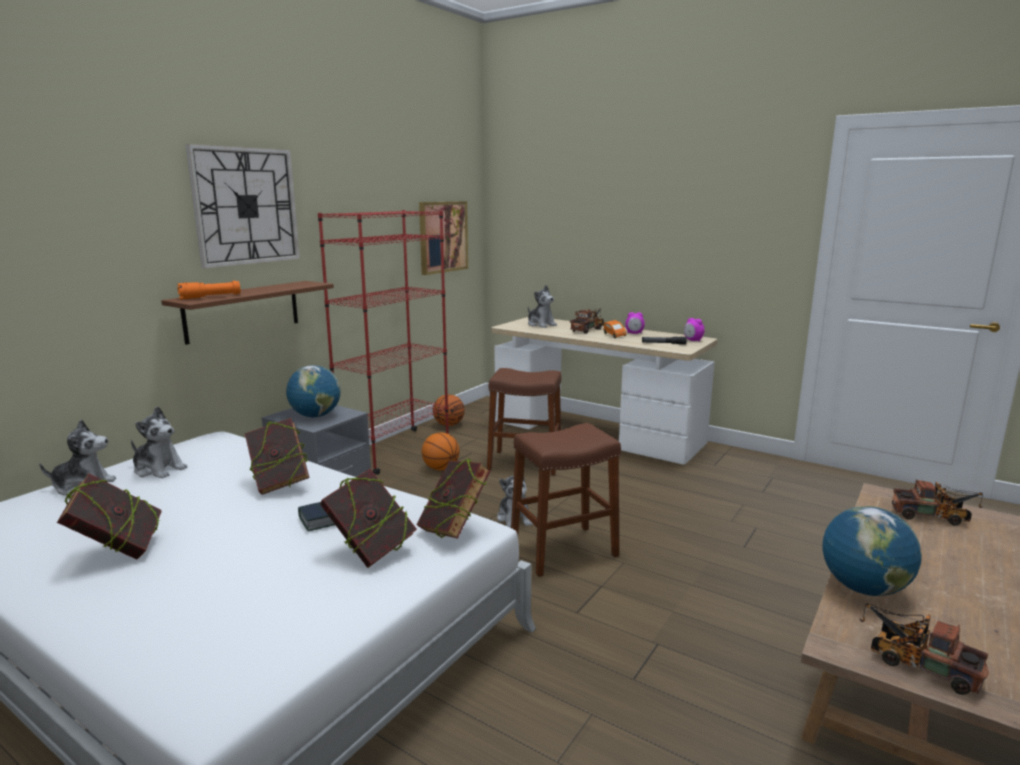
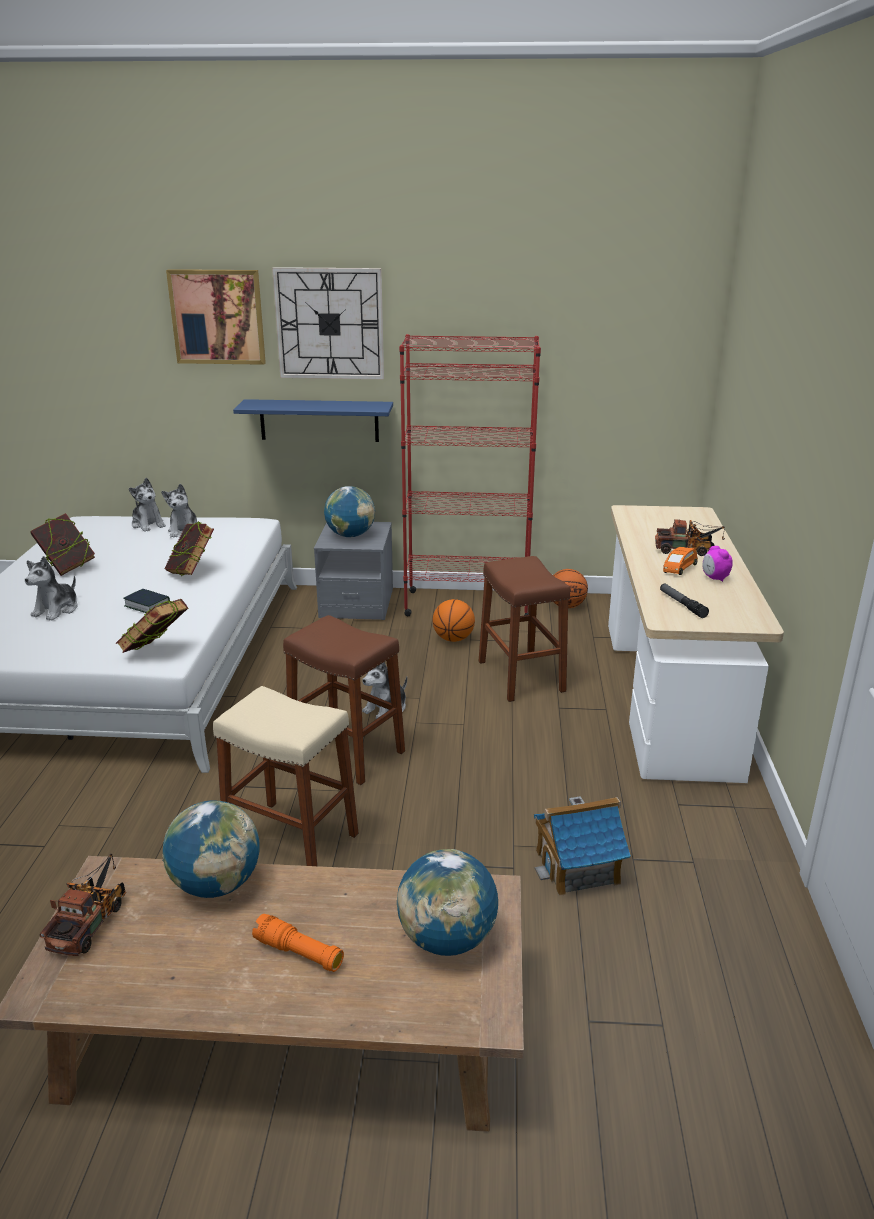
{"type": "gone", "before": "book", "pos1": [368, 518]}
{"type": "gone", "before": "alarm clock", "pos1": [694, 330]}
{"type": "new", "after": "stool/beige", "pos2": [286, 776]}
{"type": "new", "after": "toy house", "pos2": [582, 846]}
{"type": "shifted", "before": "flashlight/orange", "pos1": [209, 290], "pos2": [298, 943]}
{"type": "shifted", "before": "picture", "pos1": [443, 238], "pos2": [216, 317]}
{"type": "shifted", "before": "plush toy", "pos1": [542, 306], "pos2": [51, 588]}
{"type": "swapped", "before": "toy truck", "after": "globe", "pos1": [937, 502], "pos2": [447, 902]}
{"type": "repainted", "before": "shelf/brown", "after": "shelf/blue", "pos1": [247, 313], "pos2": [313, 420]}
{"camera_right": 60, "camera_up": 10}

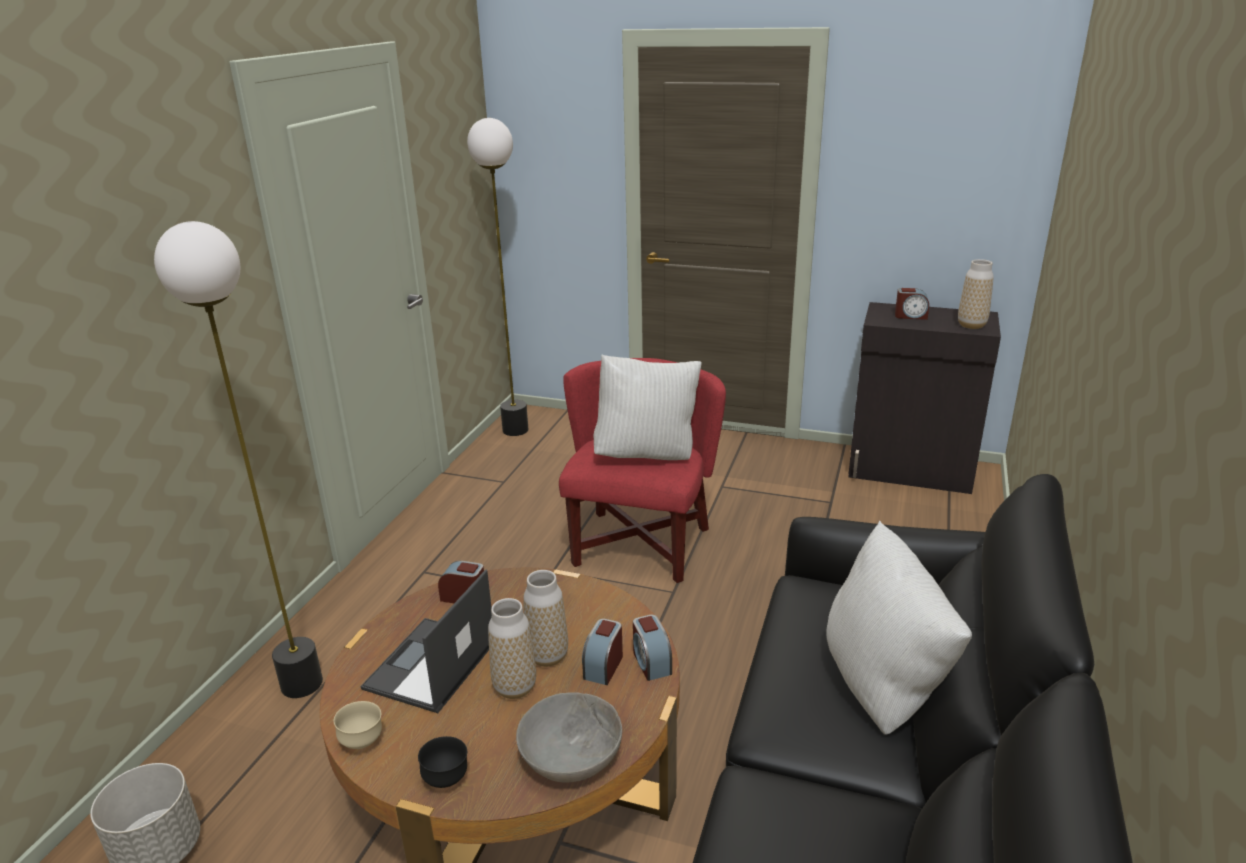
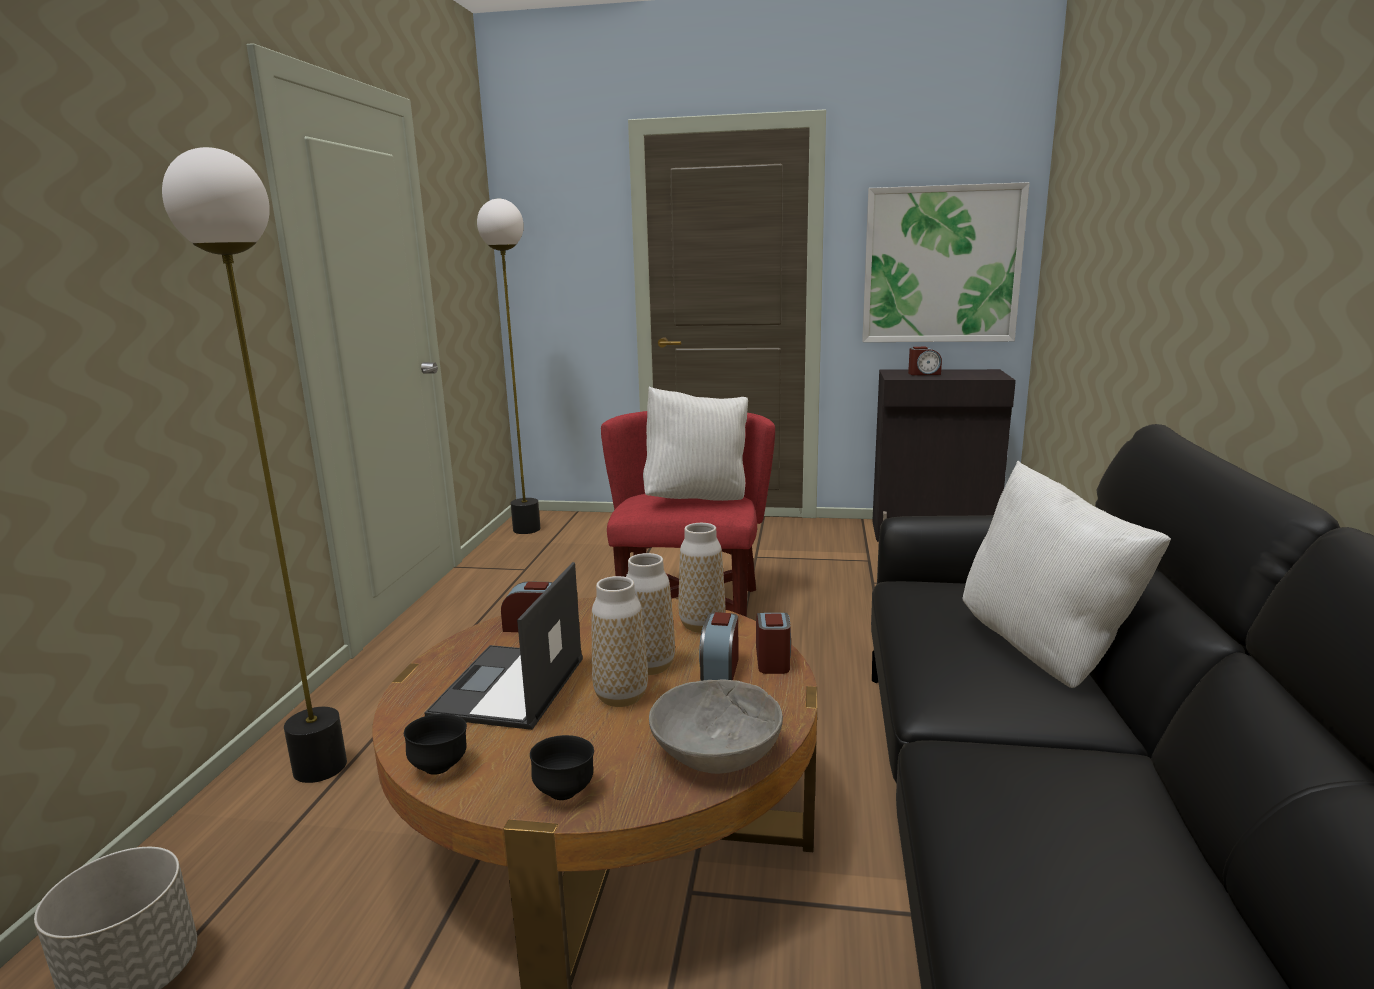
{"type": "new", "after": "picture", "pos2": [946, 262]}
{"type": "shifted", "before": "vase", "pos1": [976, 294], "pos2": [701, 578]}
{"type": "repainted", "before": "bowl/beige", "after": "bowl/black", "pos1": [358, 725], "pos2": [435, 744]}
{"type": "rotated", "before": "alarm clock", "pos1": [652, 648], "pos2": [773, 643], "turn": -150}
{"camera_right": -10, "camera_up": -10}

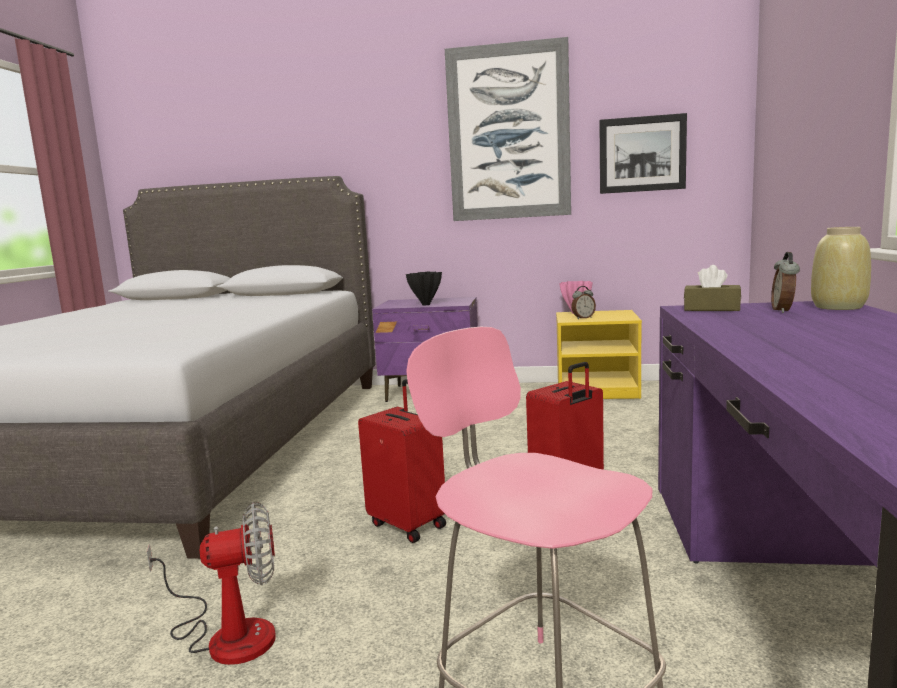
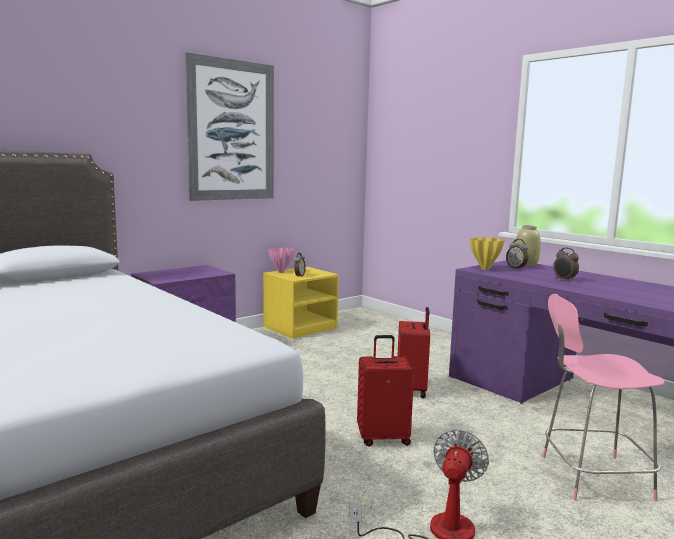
{"type": "gone", "before": "vase/black", "pos1": [424, 288]}
{"type": "gone", "before": "picture", "pos1": [643, 153]}
{"type": "new", "after": "alarm clock", "pos2": [566, 265]}
{"type": "swapped", "before": "tissue box/brown", "after": "vase/yellow", "pos1": [712, 288], "pos2": [487, 253]}
{"camera_right": -50, "camera_up": 0}

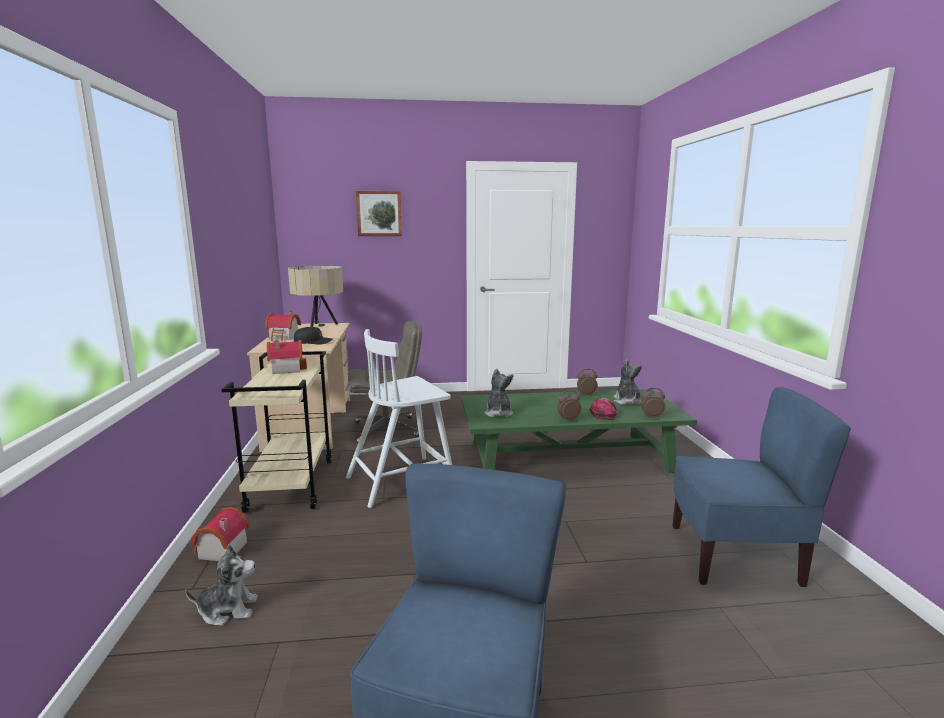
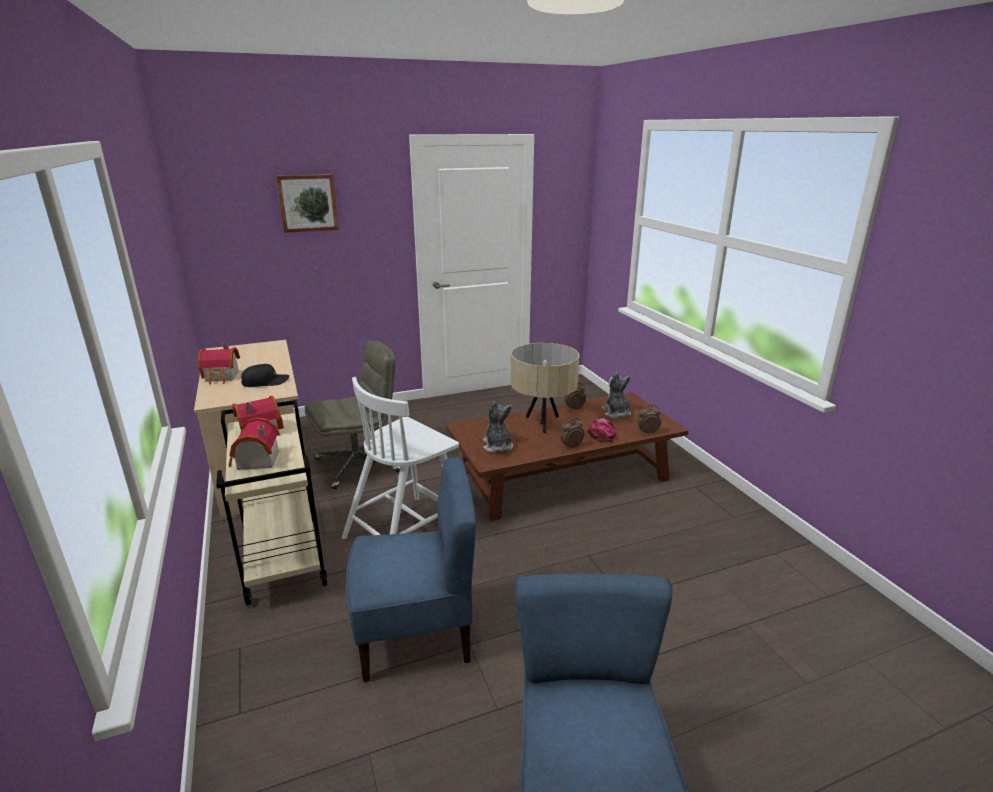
{"type": "gone", "before": "plush toy", "pos1": [221, 585]}
{"type": "shifted", "before": "toy house", "pos1": [220, 534], "pos2": [254, 443]}
{"type": "shifted", "before": "table lamp/beige", "pos1": [315, 296], "pos2": [545, 388]}
{"type": "shifted", "before": "chair/blue", "pos1": [762, 487], "pos2": [411, 569]}
{"type": "repainted", "before": "coffee table/green", "after": "coffee table/brown", "pos1": [579, 431], "pos2": [567, 456]}
{"camera_right": -15, "camera_up": 10}

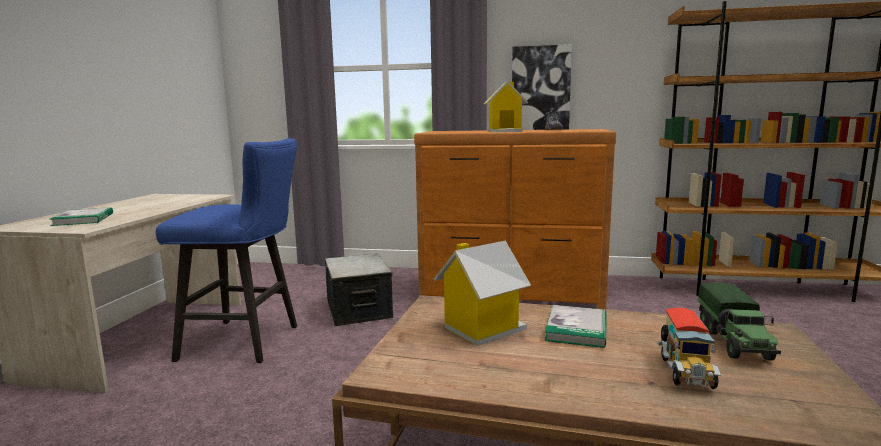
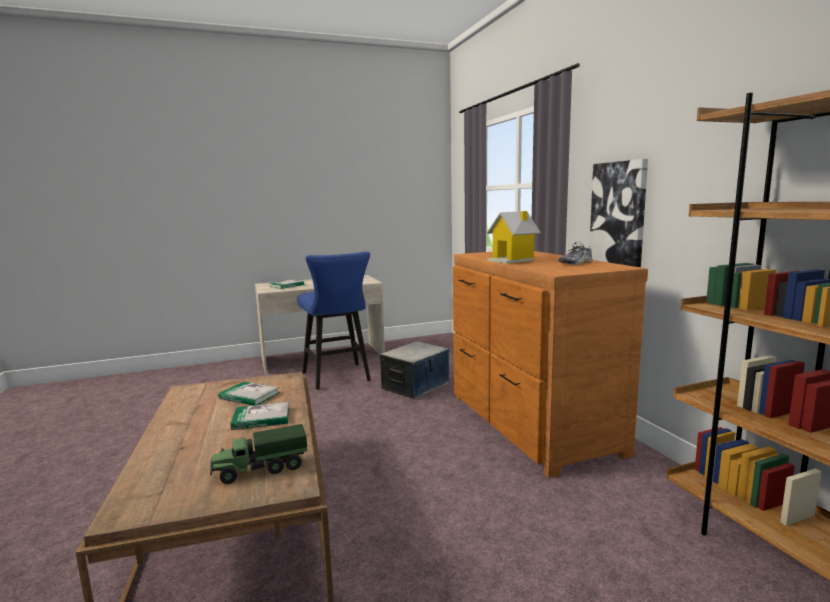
{"type": "gone", "before": "toy truck", "pos1": [689, 348]}
{"type": "swapped", "before": "toy house", "after": "book", "pos1": [482, 293], "pos2": [248, 393]}
{"camera_right": 60, "camera_up": 0}

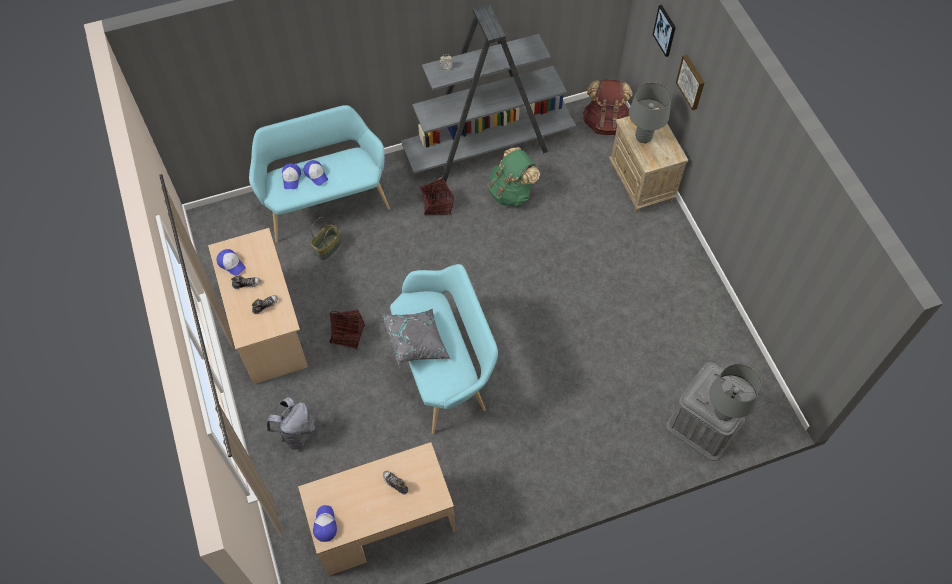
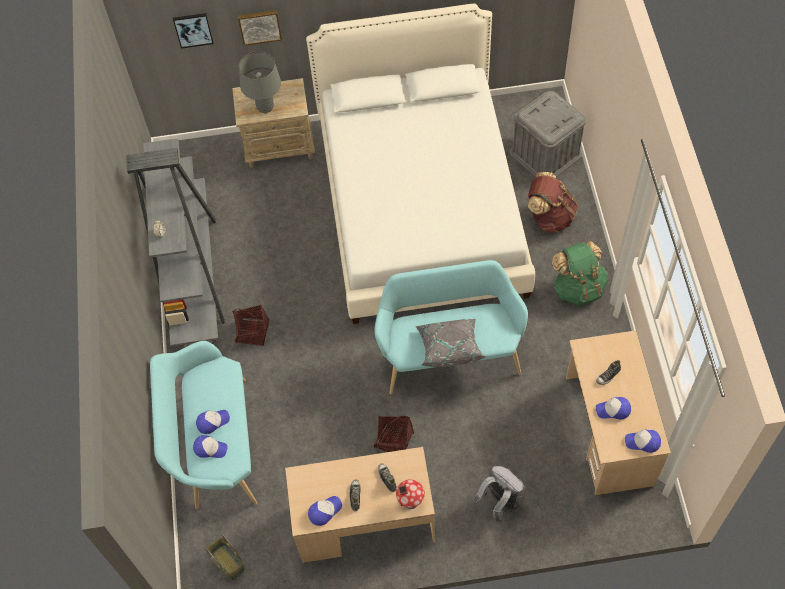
{"type": "gone", "before": "table lamp/grey", "pos1": [736, 392]}
{"type": "new", "after": "bed/white", "pos2": [420, 164]}
{"type": "new", "after": "toy house", "pos2": [410, 494]}
{"type": "new", "after": "cap", "pos2": [613, 408]}
{"type": "shifted", "before": "basket", "pos1": [326, 238], "pos2": [224, 557]}
{"type": "shifted", "before": "backpack/green", "pos1": [513, 177], "pos2": [580, 273]}
{"type": "shifted", "before": "backpack/brown", "pos1": [608, 107], "pos2": [553, 202]}
{"camera_right": -75, "camera_up": 0}

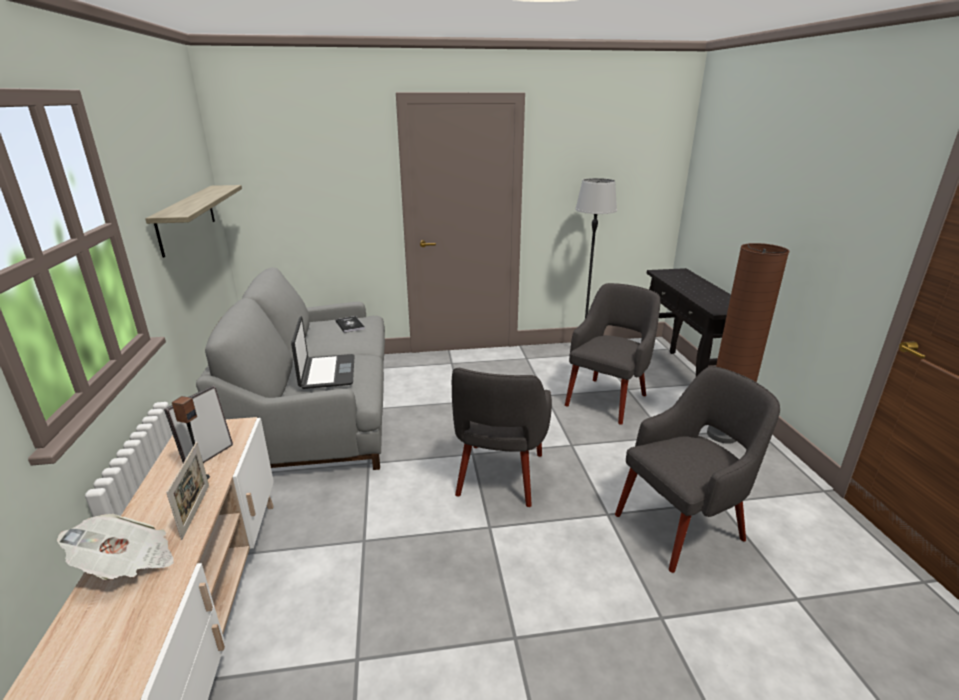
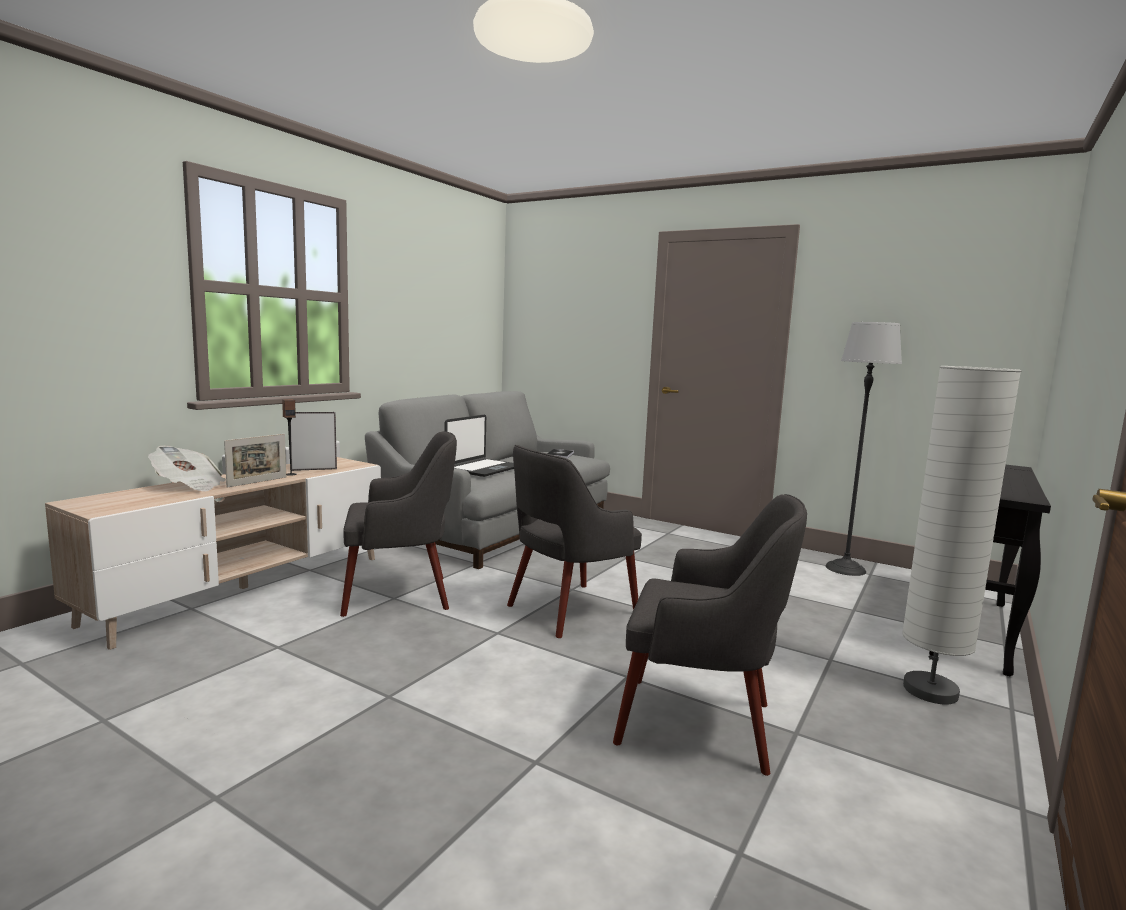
{"type": "gone", "before": "shelf", "pos1": [193, 221]}
{"type": "shifted", "before": "armchair/grey", "pos1": [612, 354], "pos2": [398, 524]}
{"type": "repainted", "before": "floor lamp/brown", "after": "floor lamp/white", "pos1": [748, 343], "pos2": [961, 535]}
{"camera_right": 40, "camera_up": -15}

